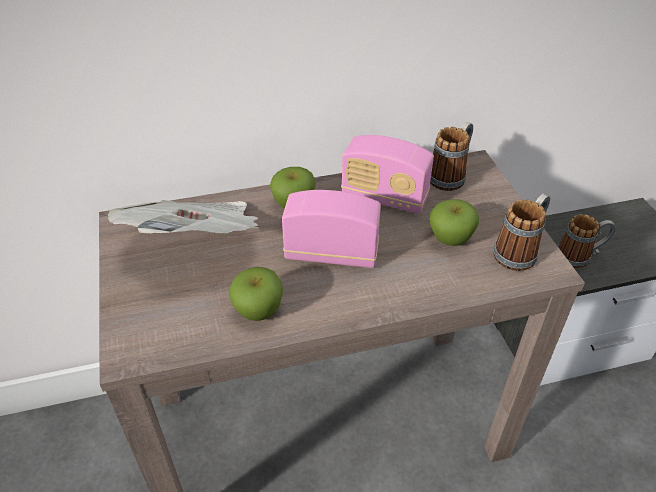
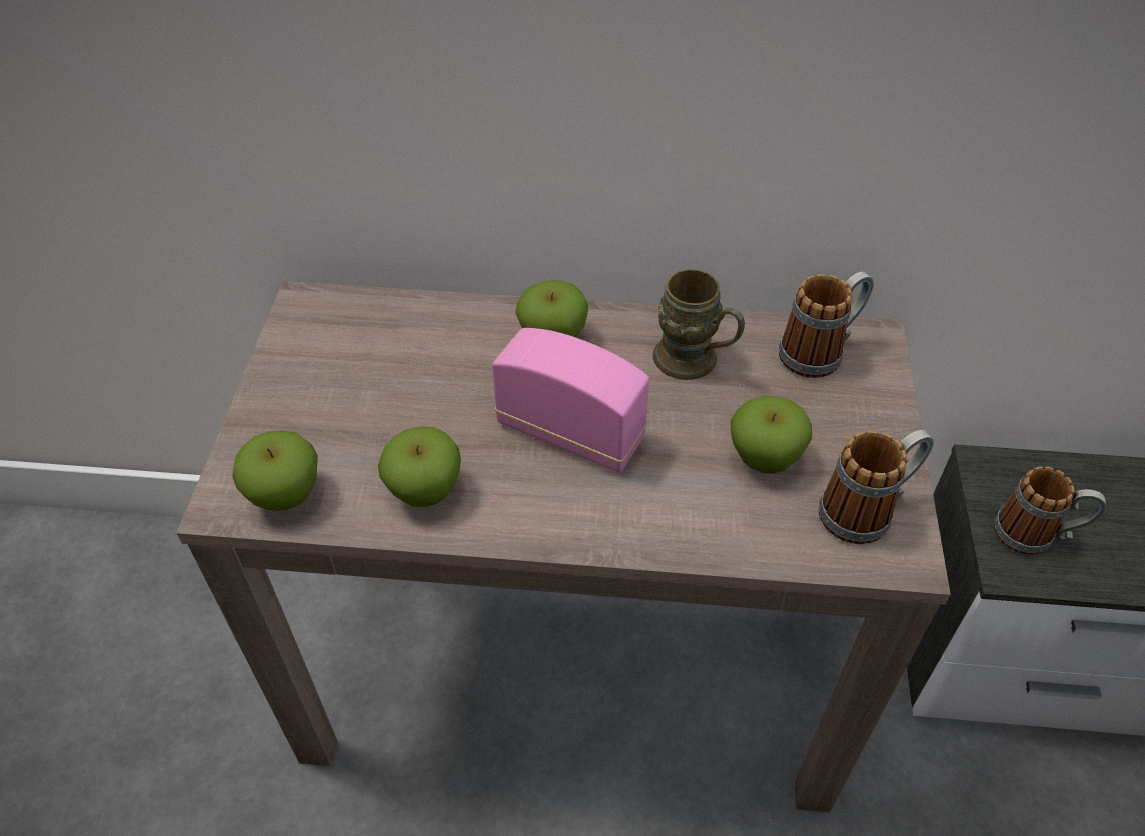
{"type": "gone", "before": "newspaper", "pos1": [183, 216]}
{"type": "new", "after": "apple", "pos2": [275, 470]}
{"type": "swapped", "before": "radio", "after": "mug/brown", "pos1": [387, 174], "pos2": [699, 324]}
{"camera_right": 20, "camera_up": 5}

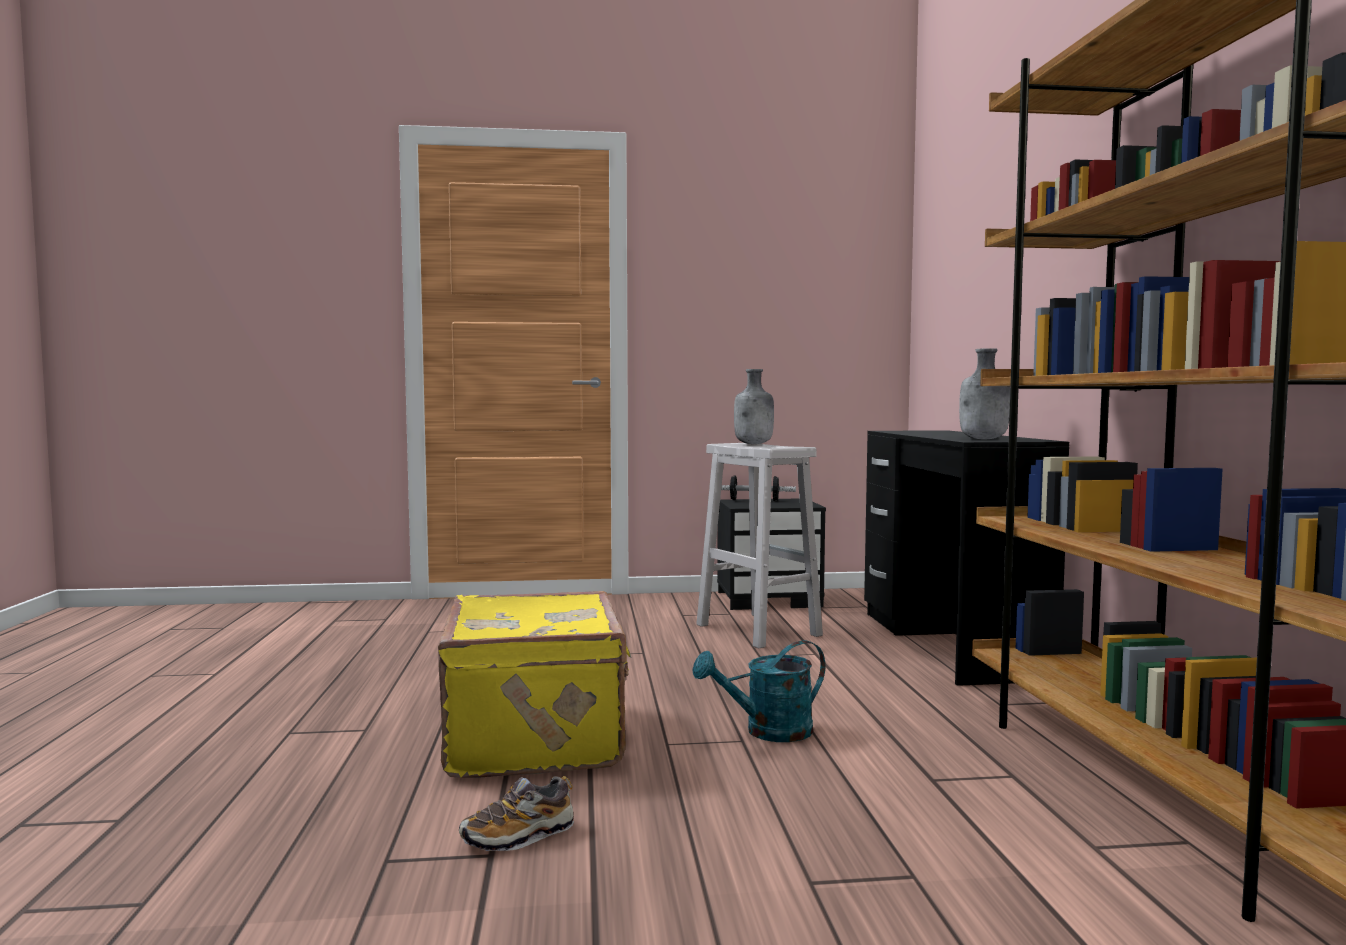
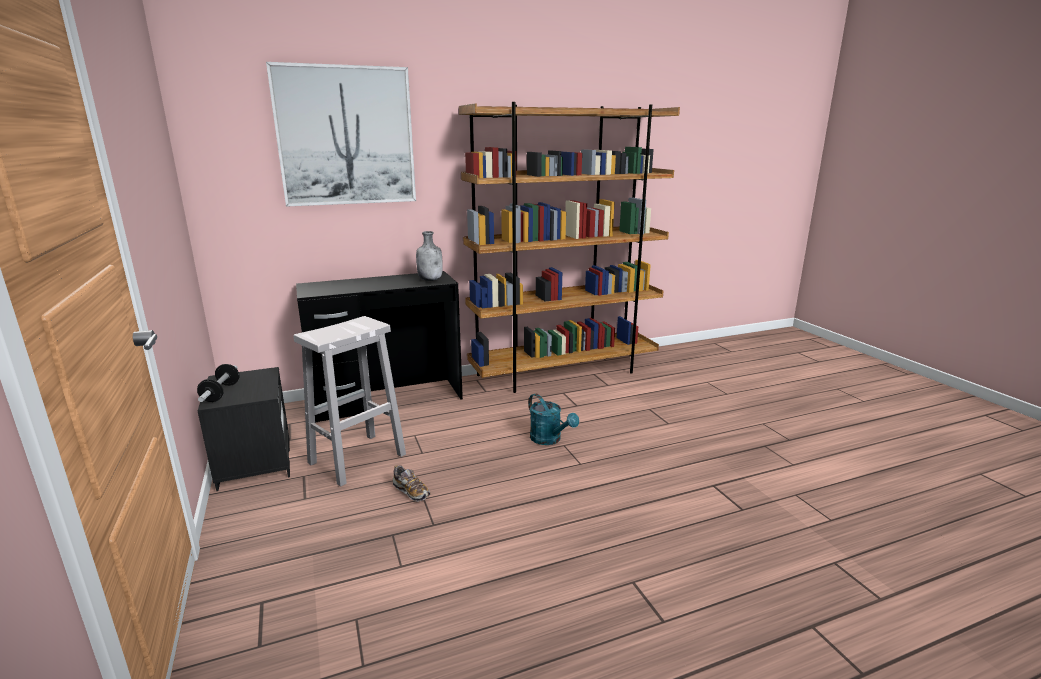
{"type": "gone", "before": "suitcase/yellow", "pos1": [535, 684]}
{"type": "gone", "before": "bottle/grey", "pos1": [754, 406]}
{"type": "new", "after": "picture", "pos2": [341, 134]}
{"type": "shifted", "before": "shoe", "pos1": [516, 813], "pos2": [411, 483]}
{"camera_right": -105, "camera_up": 15}

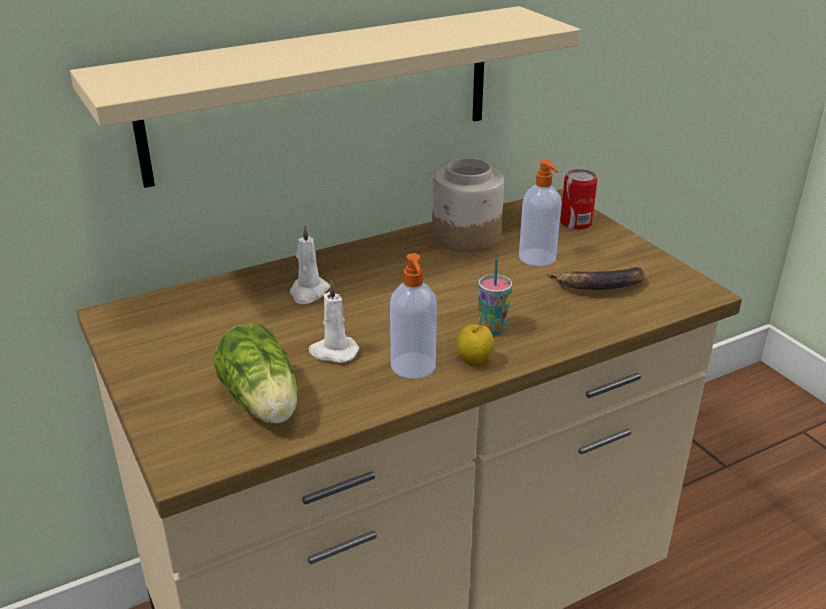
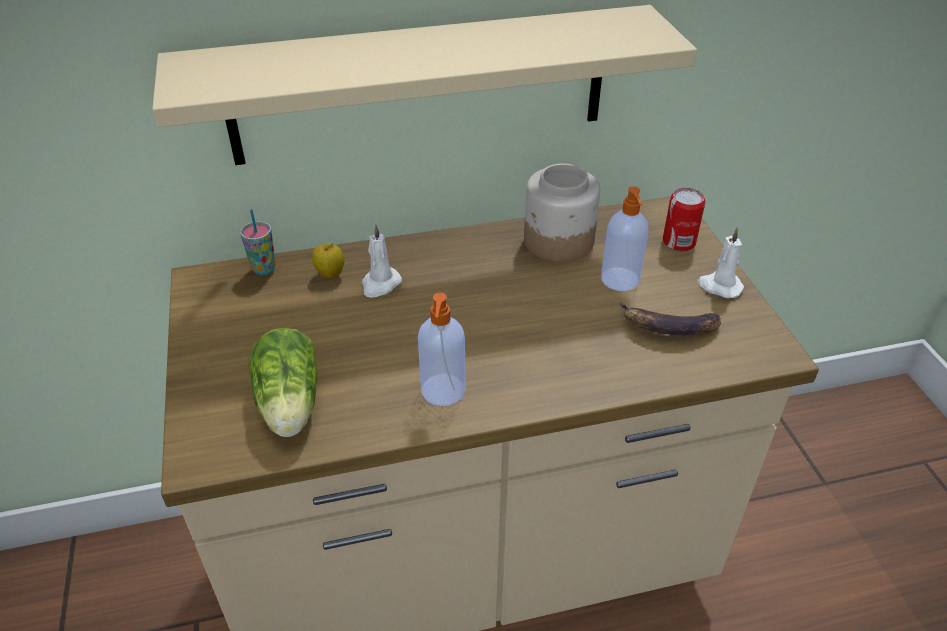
{"type": "shifted", "before": "candle/white", "pos1": [334, 322], "pos2": [720, 263]}
{"type": "shifted", "before": "apple", "pos1": [475, 345], "pos2": [328, 261]}
{"type": "shifted", "before": "cup", "pos1": [495, 296], "pos2": [258, 242]}
{"camera_right": 15, "camera_up": 10}

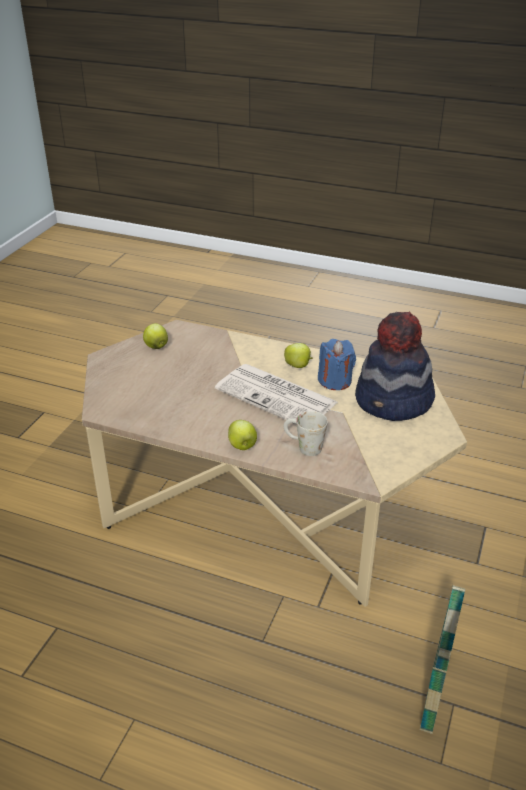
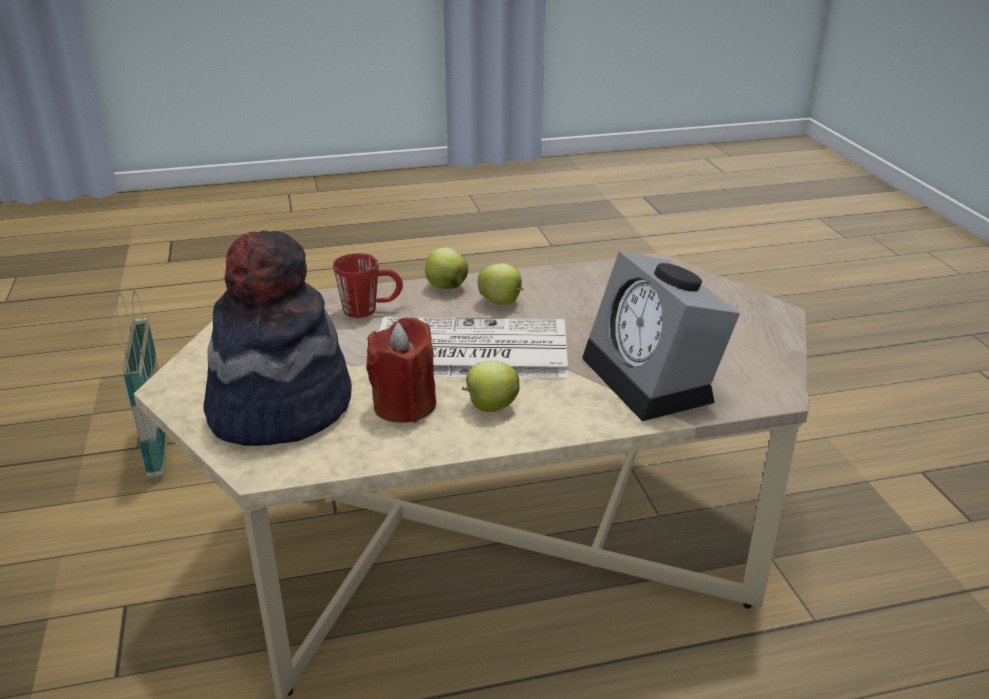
{"type": "new", "after": "alarm clock", "pos2": [661, 336]}
{"type": "shifted", "before": "apple", "pos1": [155, 336], "pos2": [500, 284]}
{"type": "repainted", "before": "mug/white", "after": "mug/red", "pos1": [306, 433], "pos2": [368, 285]}
{"type": "repainted", "before": "candle/blue", "after": "candle/red", "pos1": [337, 364], "pos2": [401, 370]}
{"camera_right": 145, "camera_up": -5}

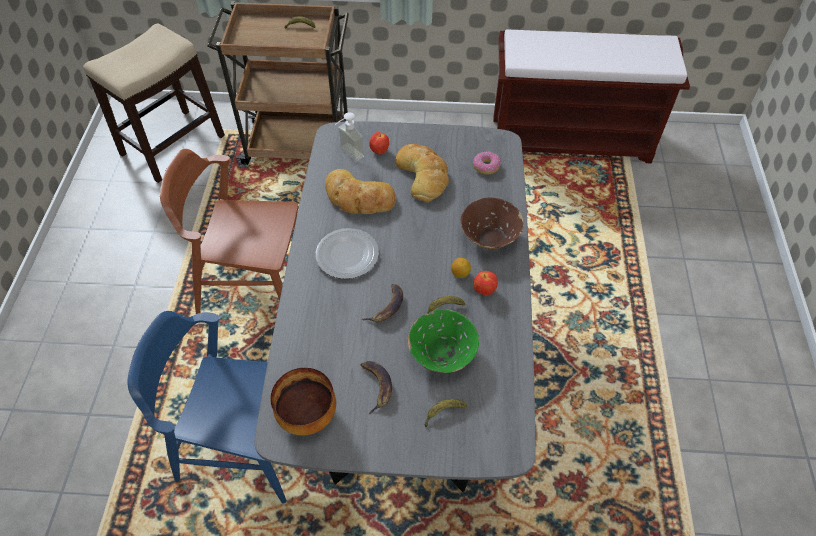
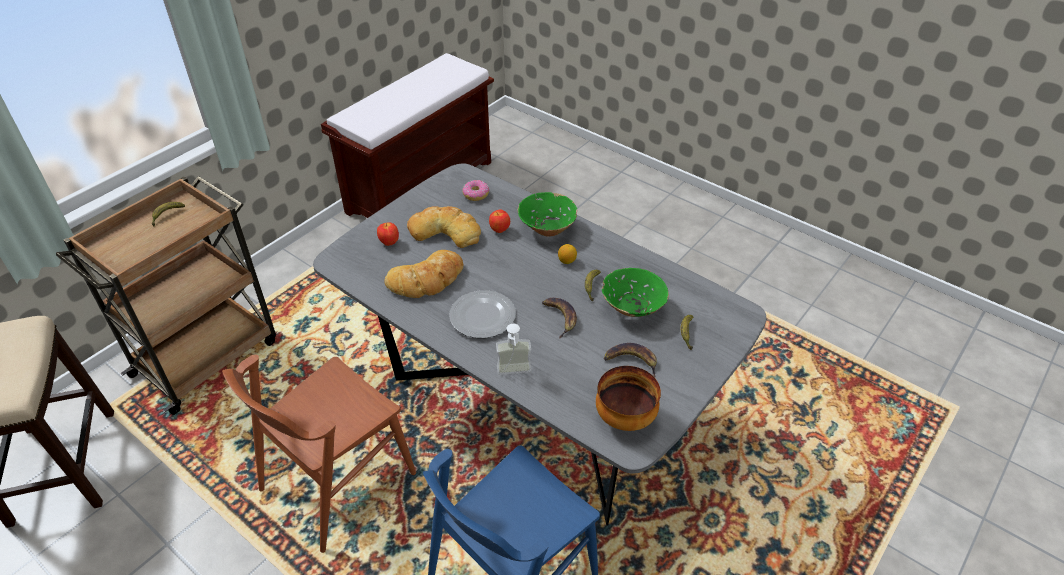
{"type": "shifted", "before": "soap dispenser", "pos1": [350, 136], "pos2": [514, 349]}
{"type": "shifted", "before": "apple", "pos1": [485, 283], "pos2": [499, 221]}
{"type": "repainted", "before": "bowl/brown", "after": "bowl/green", "pos1": [492, 223], "pos2": [547, 214]}
{"camera_right": -55, "camera_up": -10}

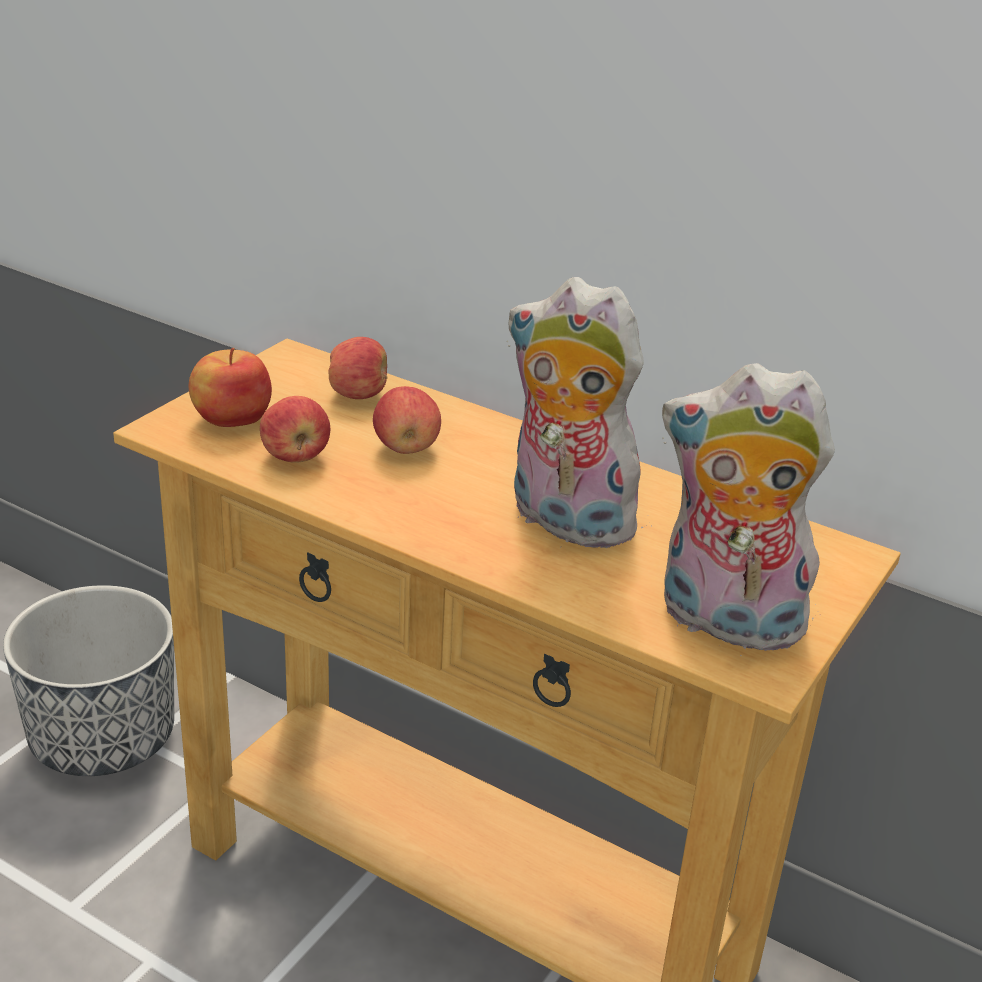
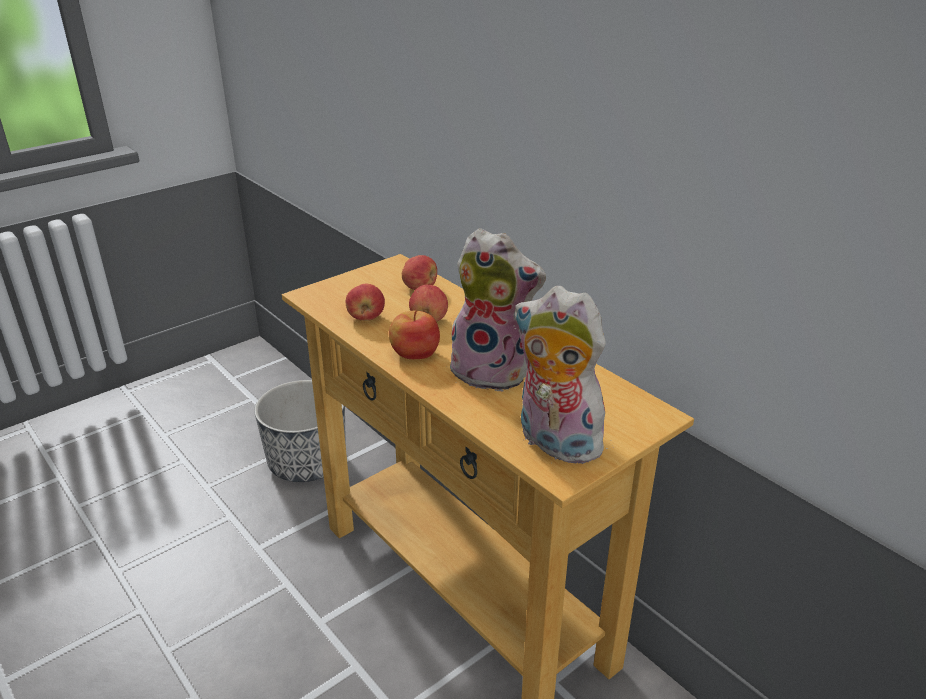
{"type": "shifted", "before": "apple", "pos1": [230, 387], "pos2": [414, 335]}
{"type": "rotated", "before": "plush toy", "pos1": [579, 413], "pos2": [493, 310], "turn": 150}
{"camera_right": 20, "camera_up": 0}

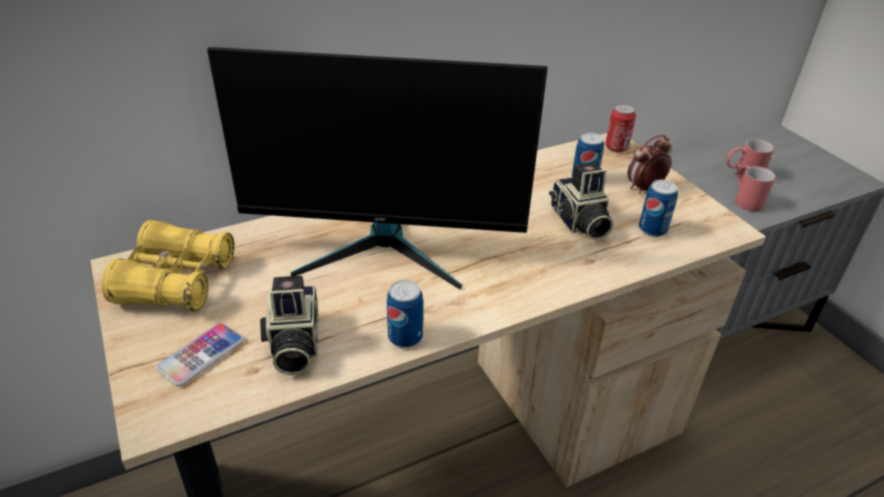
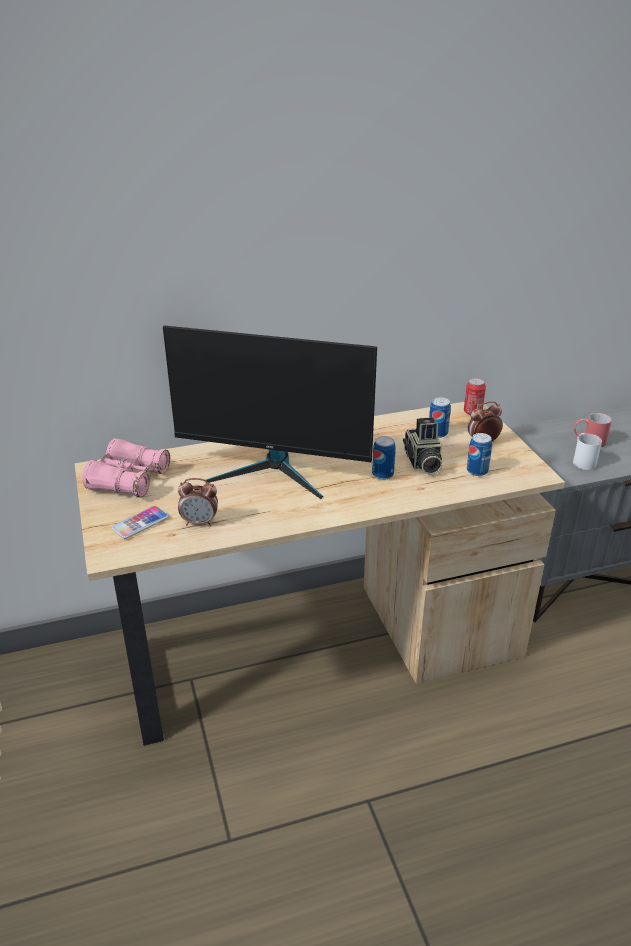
{"type": "shifted", "before": "can", "pos1": [405, 314], "pos2": [384, 458]}
{"type": "swapped", "before": "photo camera", "after": "alarm clock", "pos1": [289, 325], "pos2": [198, 502]}
{"type": "repainted", "before": "binoculars/yellow", "after": "binoculars/pink", "pos1": [168, 265], "pos2": [126, 468]}
{"type": "repainted", "before": "mug/red", "after": "mug/white", "pos1": [755, 188], "pos2": [587, 451]}
{"camera_right": 10, "camera_up": -5}

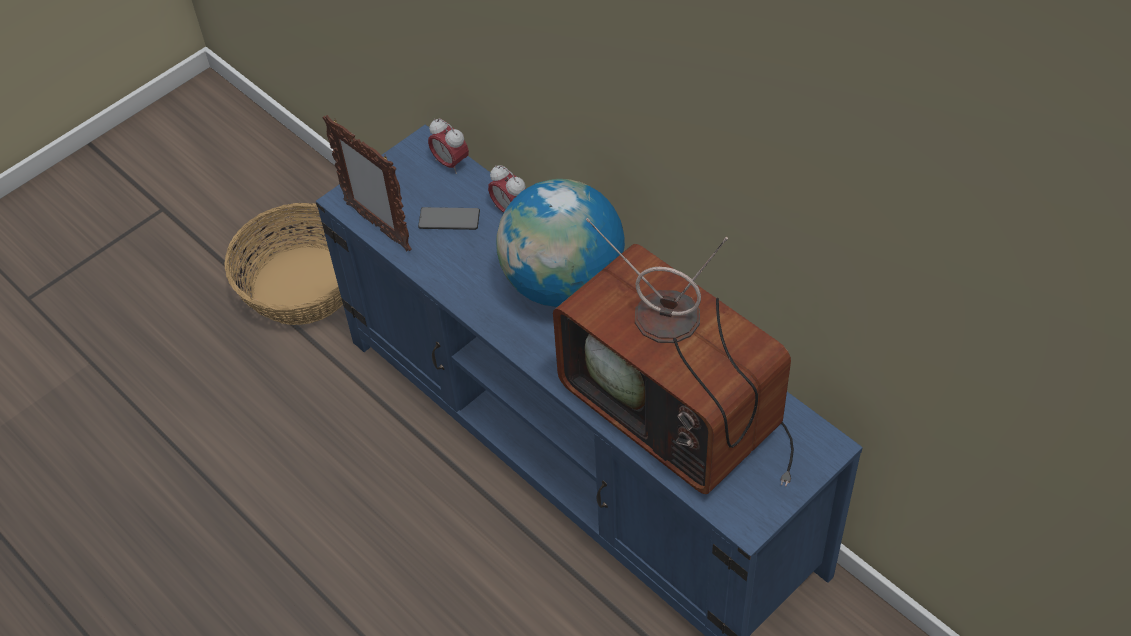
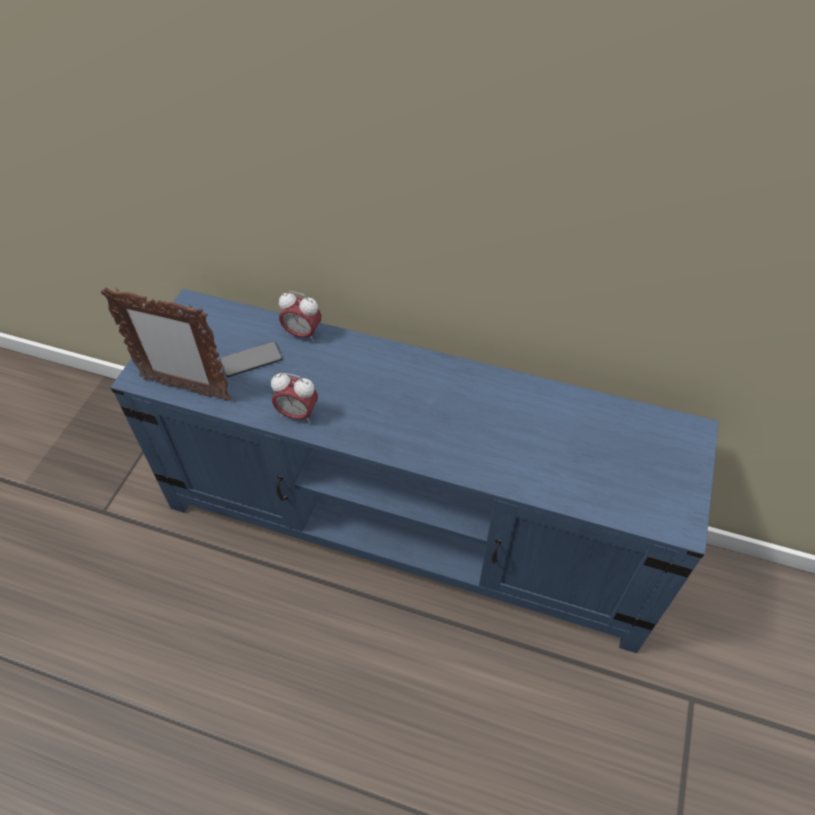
{"type": "gone", "before": "basket", "pos1": [283, 264]}
{"type": "gone", "before": "globe", "pos1": [560, 243]}
{"type": "gone", "before": "television", "pos1": [673, 356]}
{"type": "shifted", "before": "alarm clock", "pos1": [448, 146], "pos2": [294, 398]}
{"camera_right": -30, "camera_up": 0}

